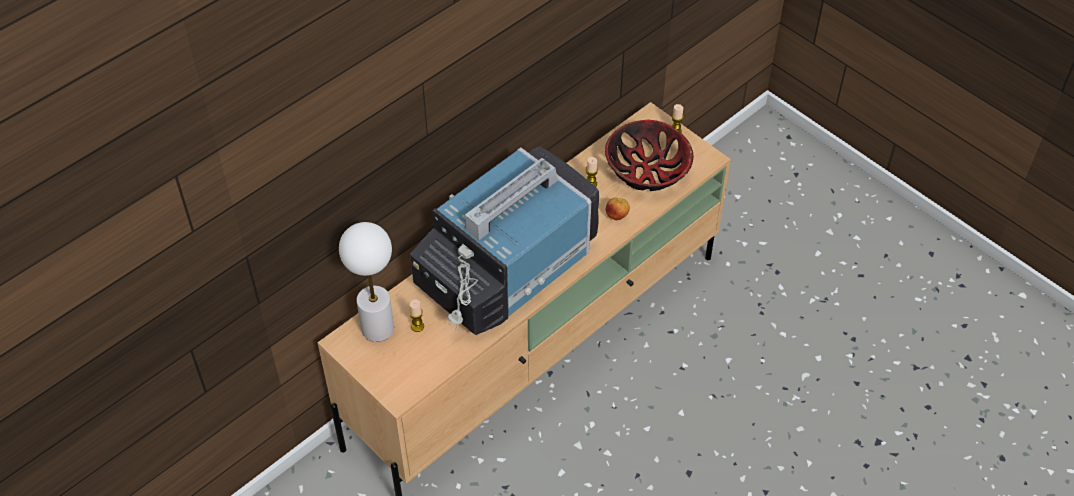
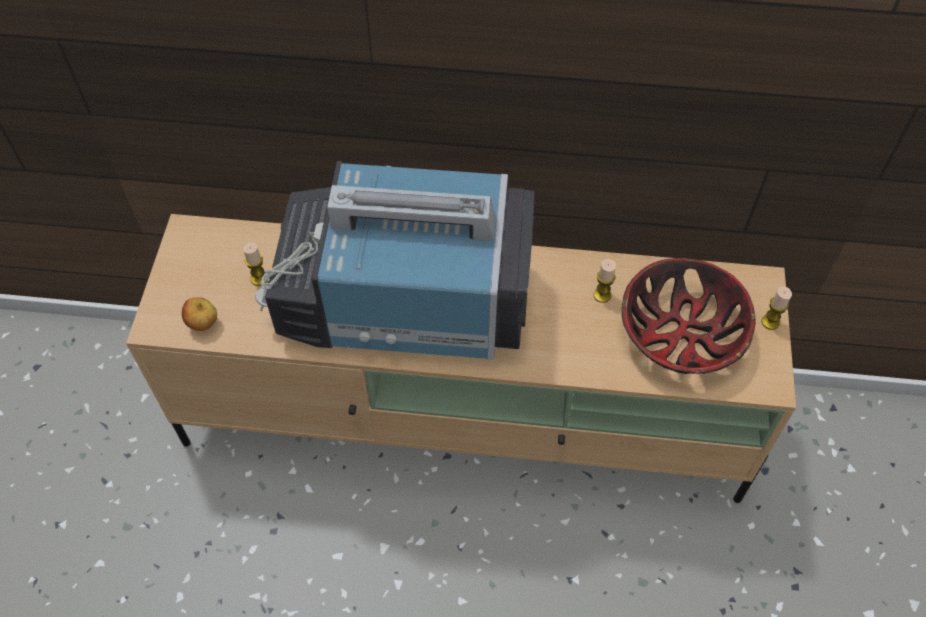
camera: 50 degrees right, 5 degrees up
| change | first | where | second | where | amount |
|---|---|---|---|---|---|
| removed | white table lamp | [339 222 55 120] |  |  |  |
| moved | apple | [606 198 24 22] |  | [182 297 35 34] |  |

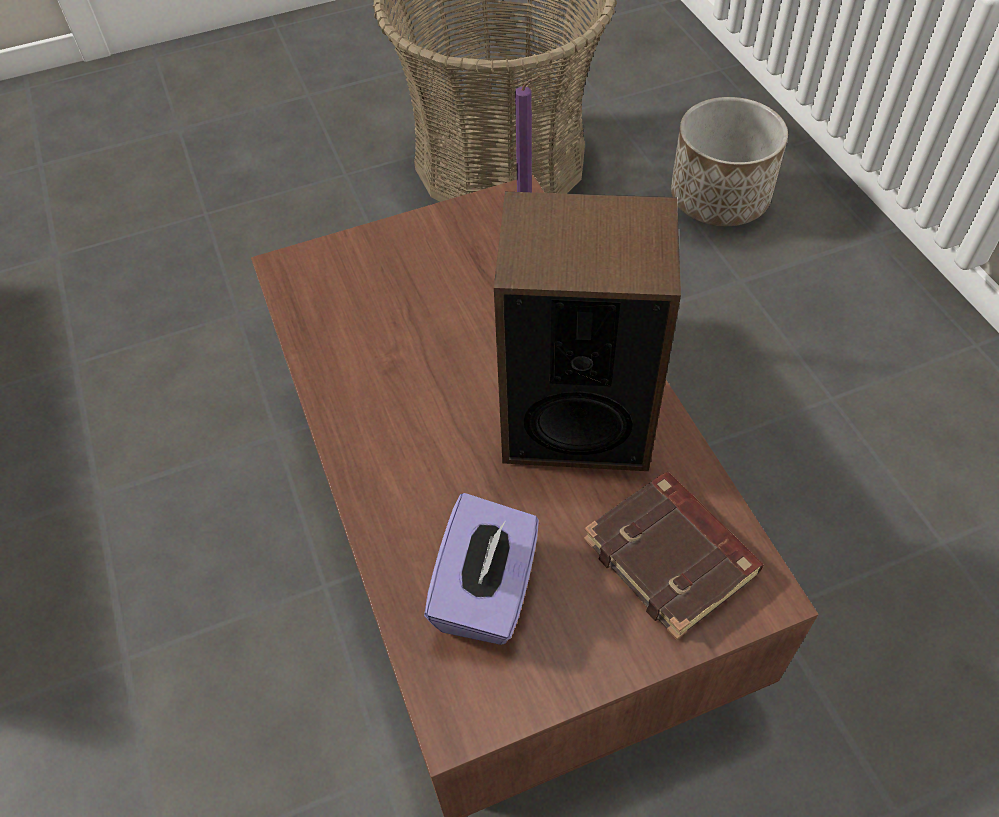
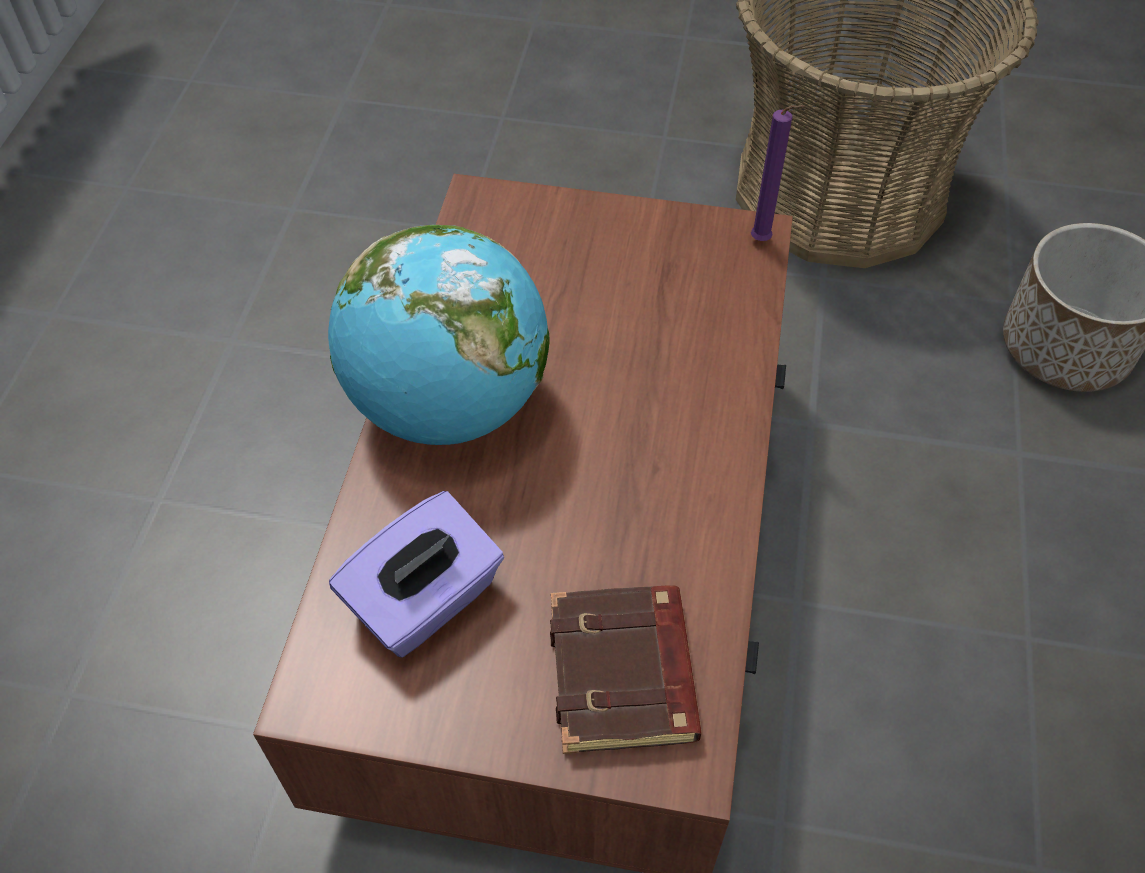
camera: 30 degrees right, 0 degrees up
| change | first | where | second | where | amount |
|---|---|---|---|---|---|
| removed | speaker | [494 192 187 279] |  |  |  |
| added |  |  | globe | [328 225 221 220] |  |

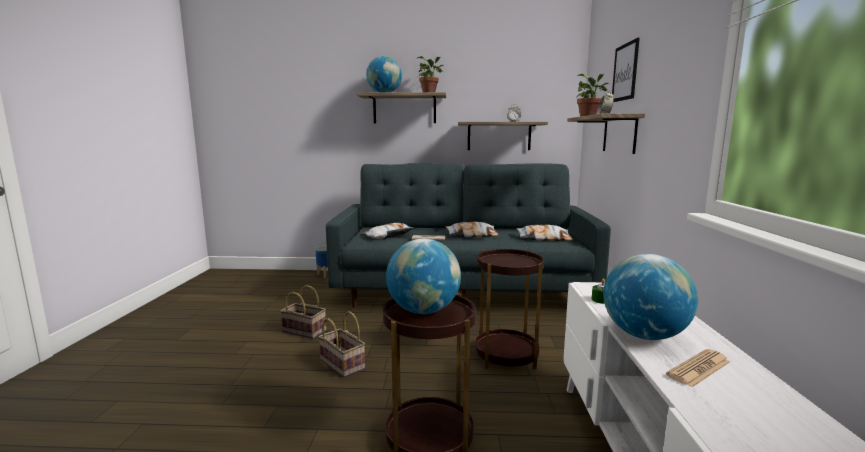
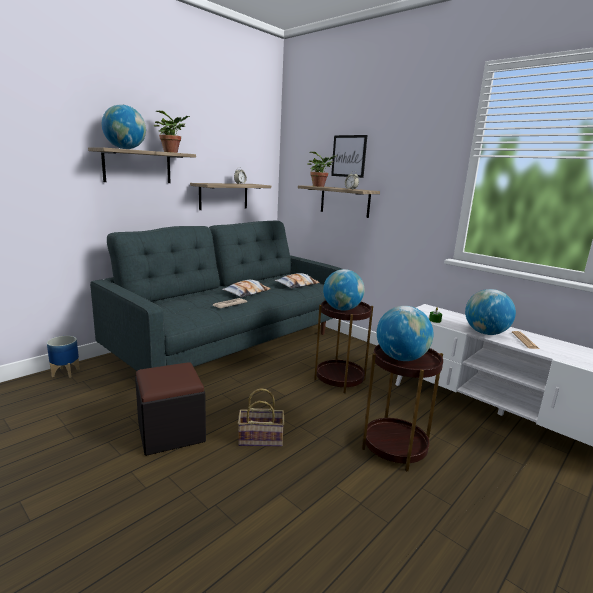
camera: 50 degrees left, 5 degrees up
| change | first | where | second | where | amount |
|---|---|---|---|---|---|
| removed | pillow | [360 223 56 16] |  |  |  |
| added |  |  | globe | [323 269 42 42] |  |
| replaced | basket | [280 285 46 54] | black ottoman | [135 362 71 94] |  |

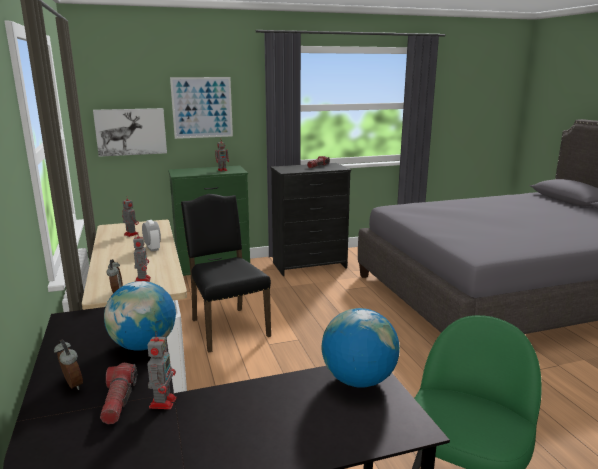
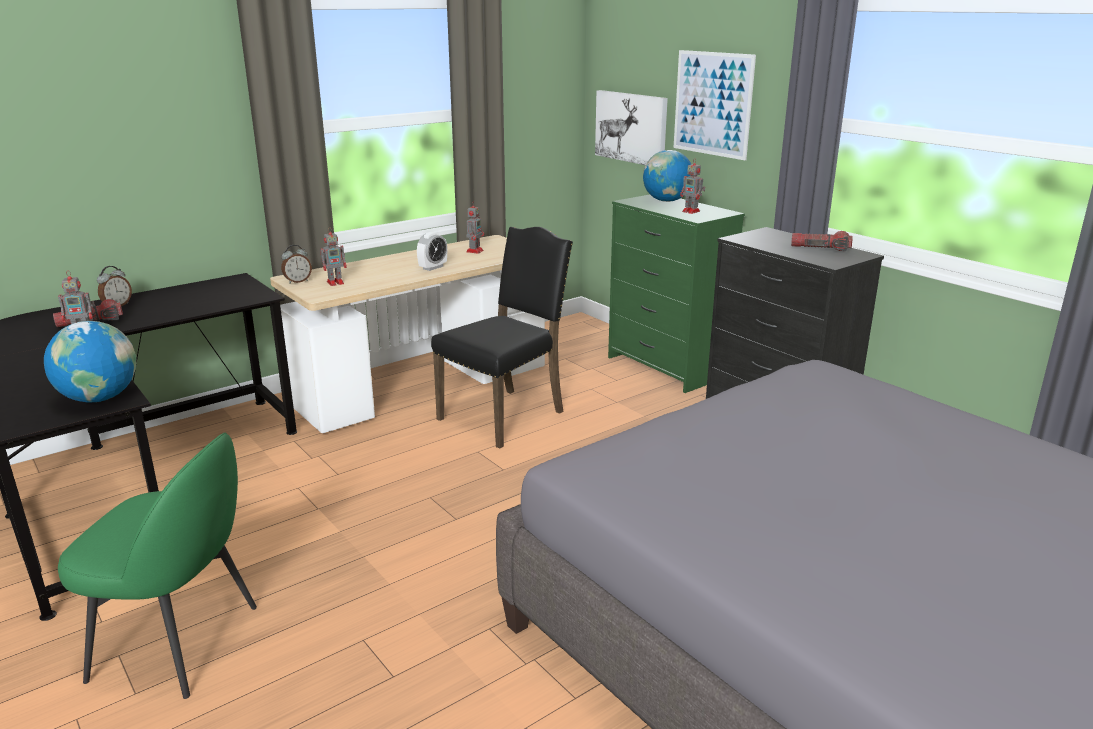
camera: 70 degrees right, 5 degrees up
| change | first | where | second | where | amount |
|---|---|---|---|---|---|
| moved | globe | [104 281 72 70] |  | [643 150 49 52] |  |

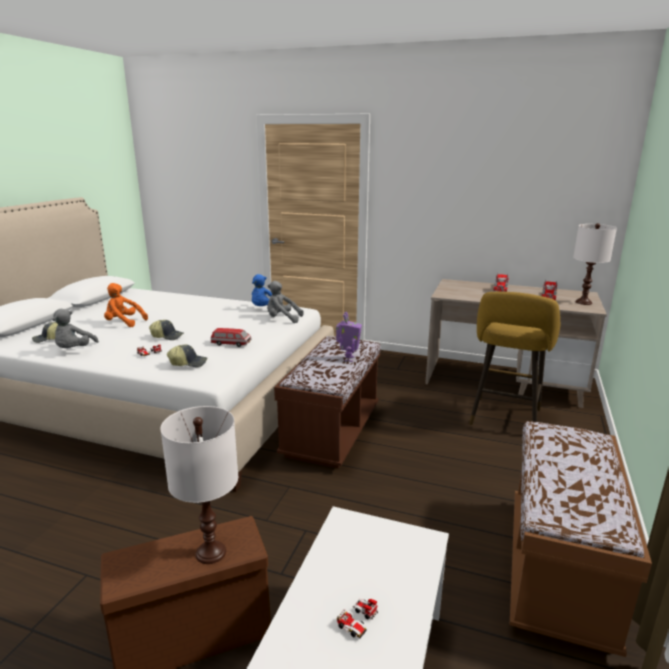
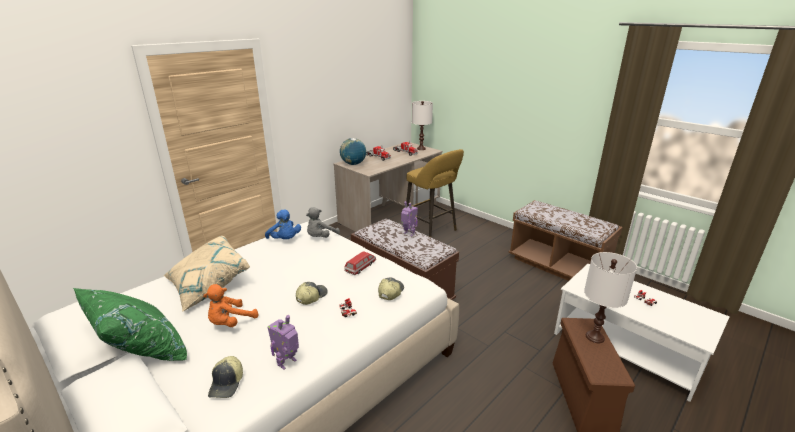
camera: 65 degrees left, 5 degrees up
| change | first | where | second | where | amount |
|---|---|---|---|---|---|
| added |  |  | green pillow | [73 288 114 73] |  |
| added |  |  | beige pillow | [164 236 86 76] |  |
| added |  |  | globe | [340 138 26 27] |  |
| replaced | grey plush toy | [53 309 46 39] | toy robot | [268 315 31 54] |  |

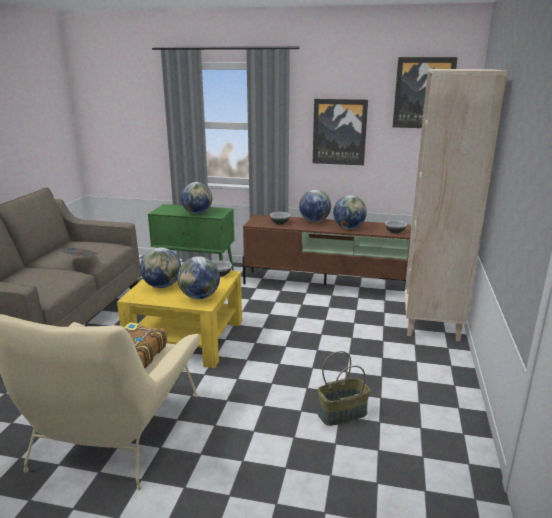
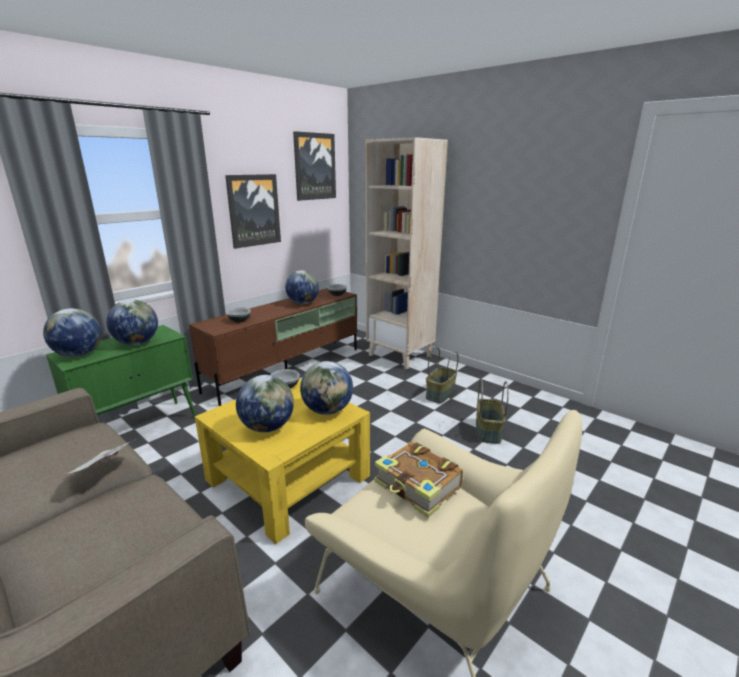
camera: 60 degrees left, 0 degrees up
| change | first | where | second | where | amount |
|---|---|---|---|---|---|
| added |  |  | basket | [426 347 32 57] |  |
| moved | globe | [299 190 32 32] |  | [43 308 59 49] |  |

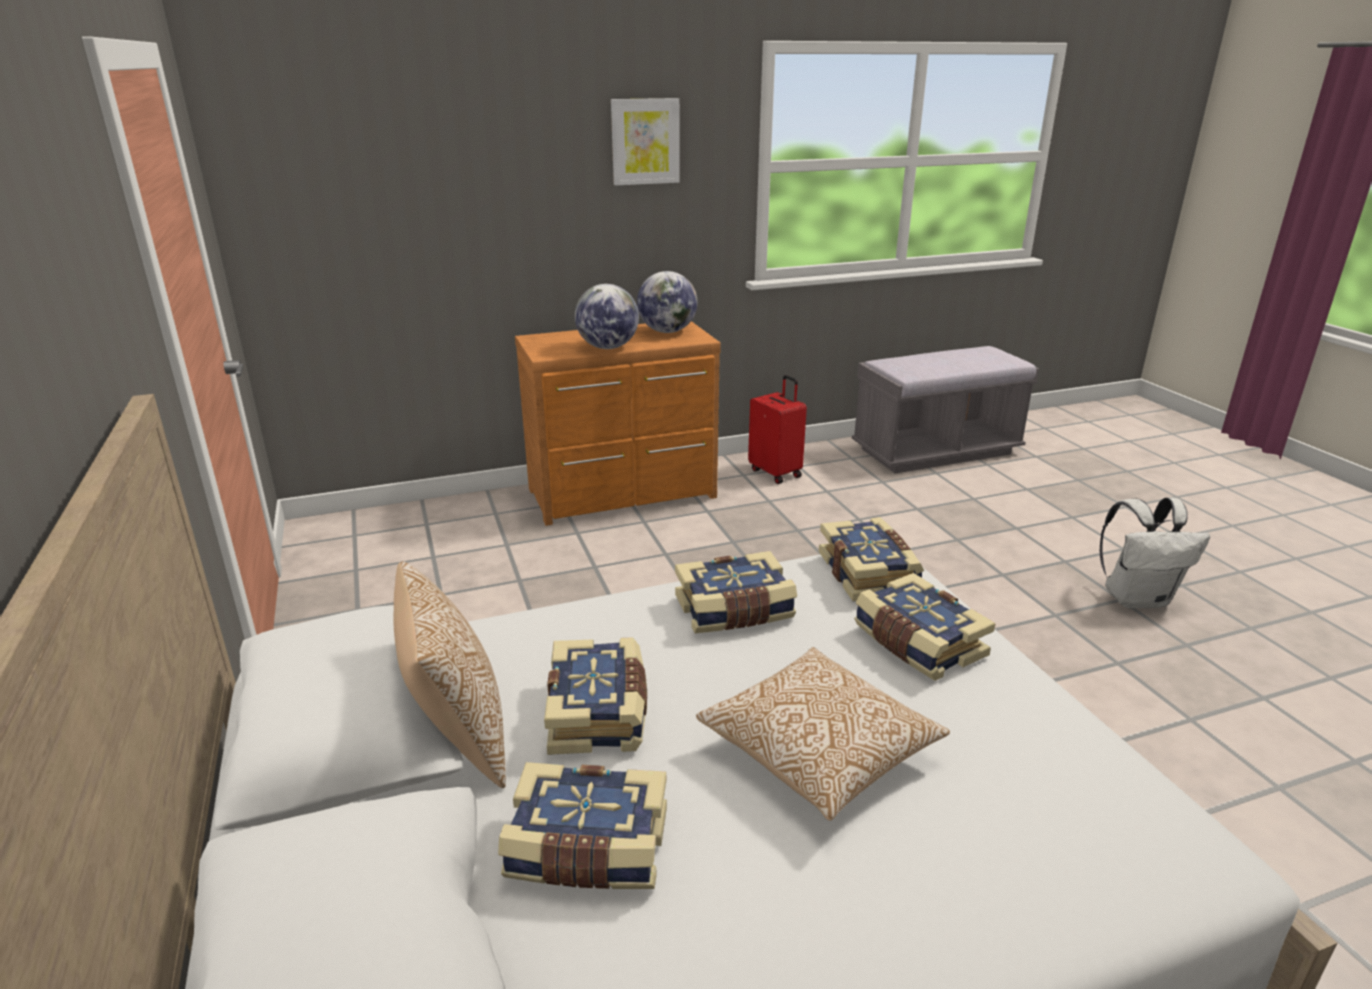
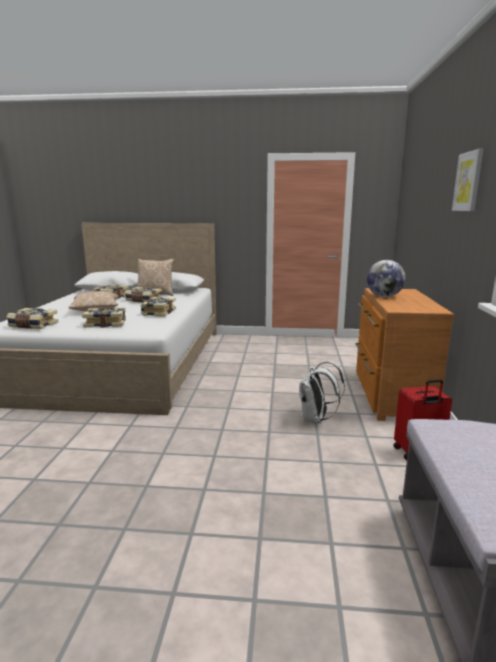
camera: 115 degrees right, 10 degrees down
| change | first | where | second | where | amount |
|---|---|---|---|---|---|
| removed | globe | [637 271 61 62] |  |  |  |
| moved | book | [819 517 105 84] |  | [6 308 52 21] |  |
| moved | white backpack | [1100 498 110 111] |  | [299 361 46 62] |  |

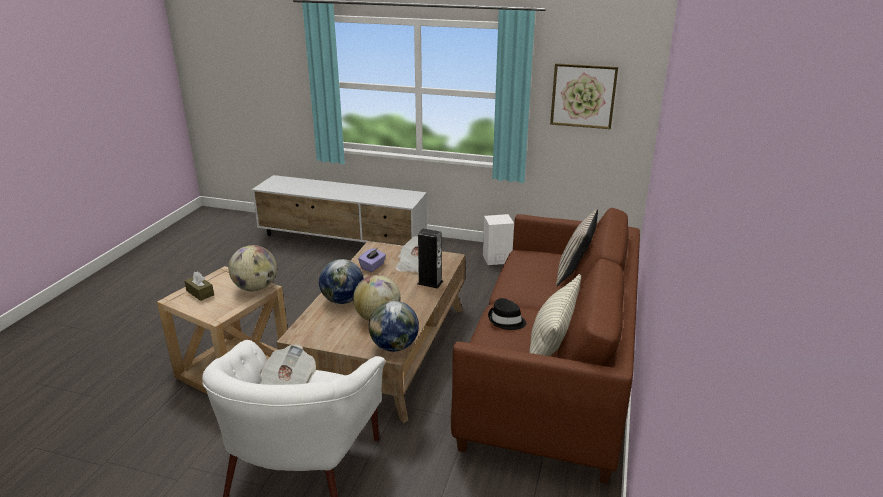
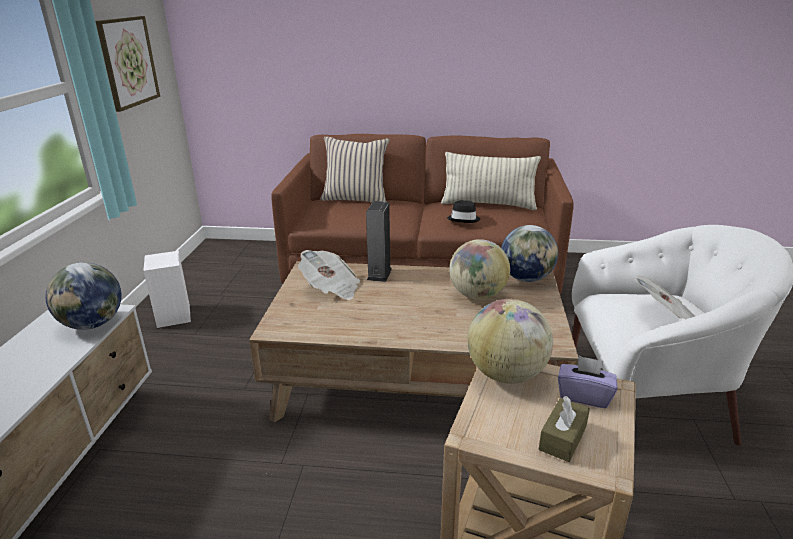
camera: 100 degrees left, 0 degrees up
| change | first | where | second | where | amount |
|---|---|---|---|---|---|
| moved | globe | [319 259 45 45] |  | [46 262 76 68] |  |
| moved | purple tissue box | [358 248 28 24] |  | [558 356 59 52] |  |

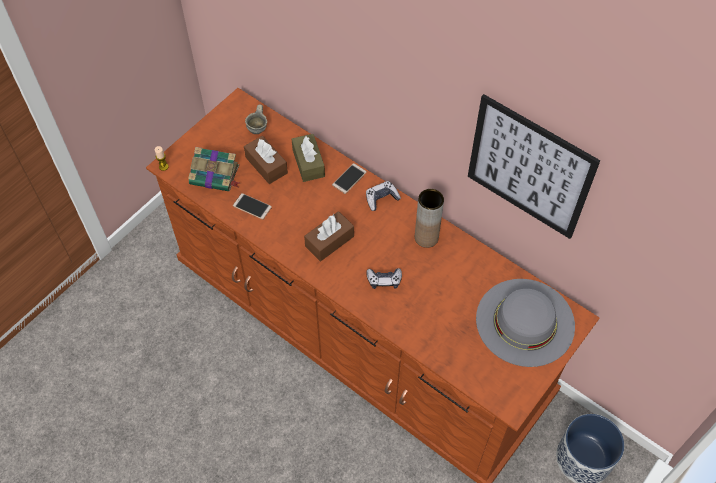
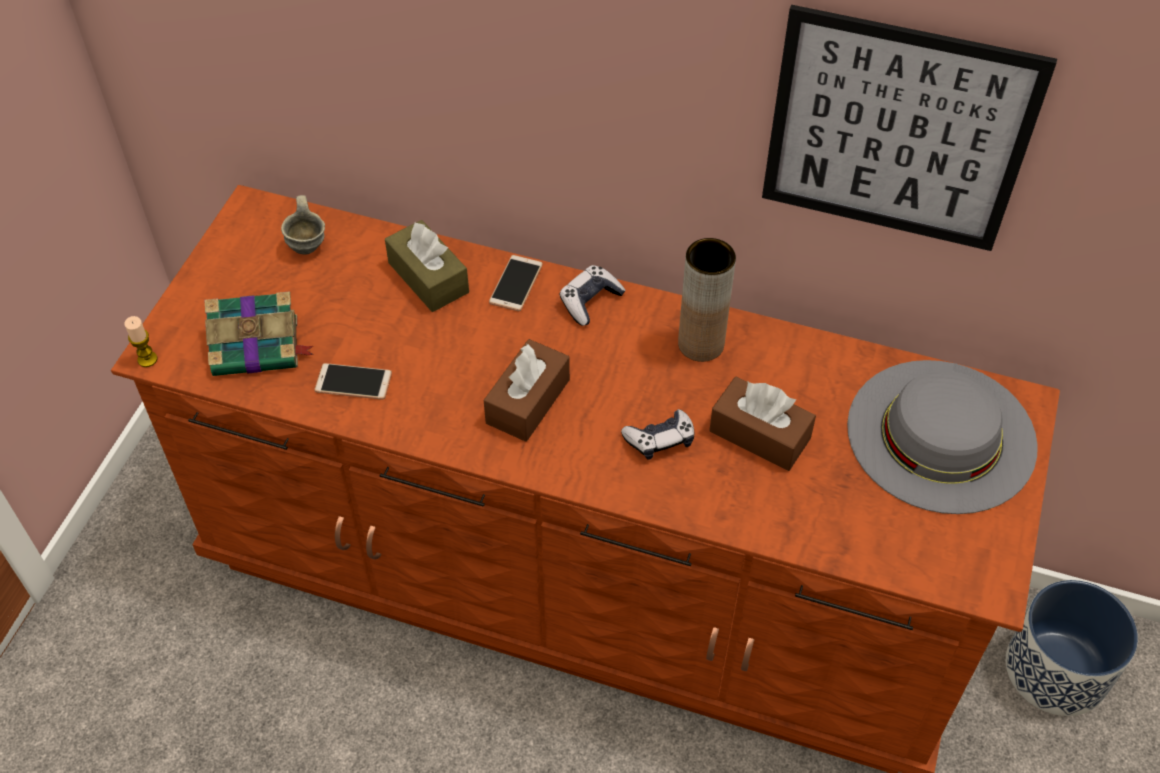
camera: 20 degrees left, 5 degrees down
| change | first | where | second | where | amount |
|---|---|---|---|---|---|
| moved | brown tissue box | [244 136 44 48] |  | [709 377 107 94] |  |

